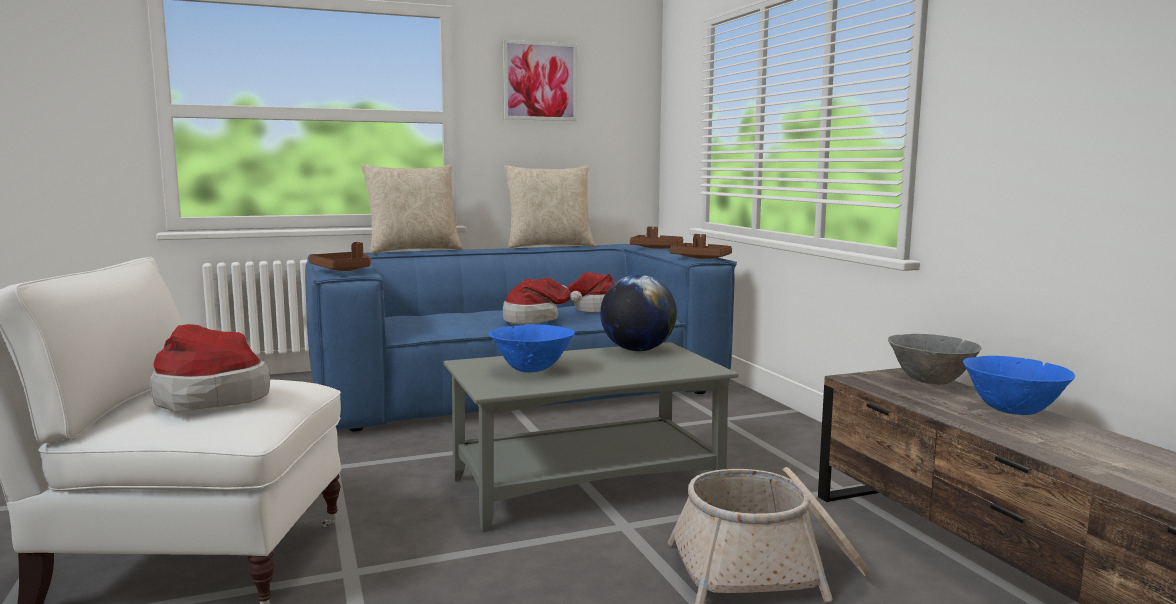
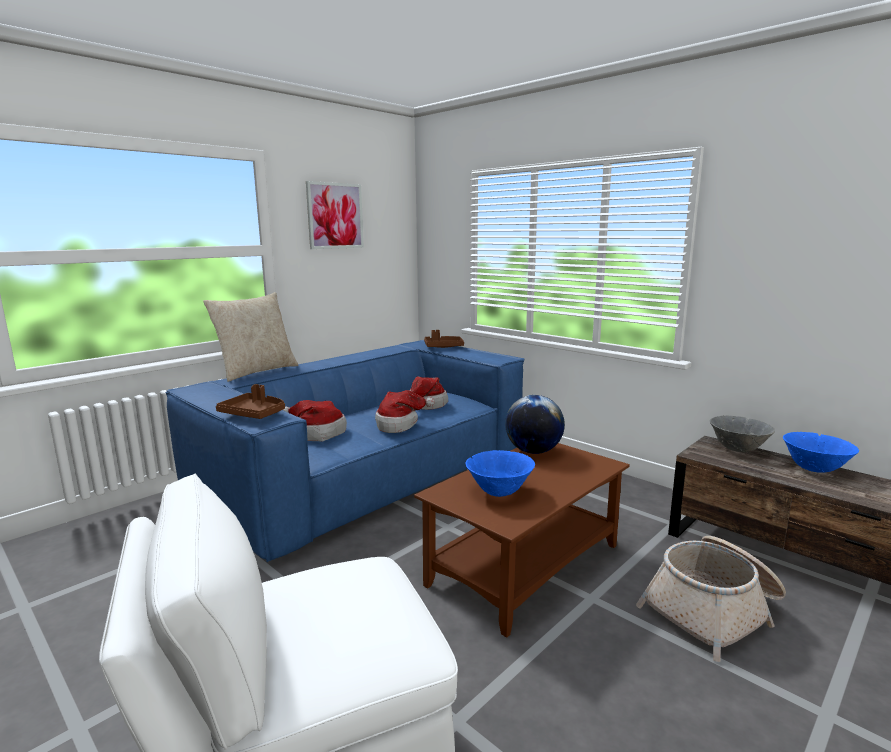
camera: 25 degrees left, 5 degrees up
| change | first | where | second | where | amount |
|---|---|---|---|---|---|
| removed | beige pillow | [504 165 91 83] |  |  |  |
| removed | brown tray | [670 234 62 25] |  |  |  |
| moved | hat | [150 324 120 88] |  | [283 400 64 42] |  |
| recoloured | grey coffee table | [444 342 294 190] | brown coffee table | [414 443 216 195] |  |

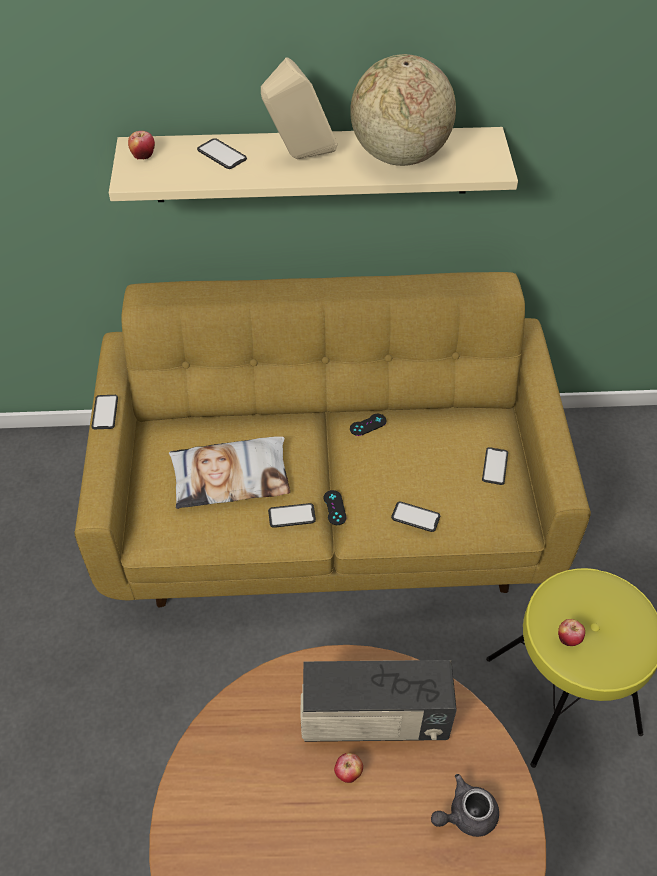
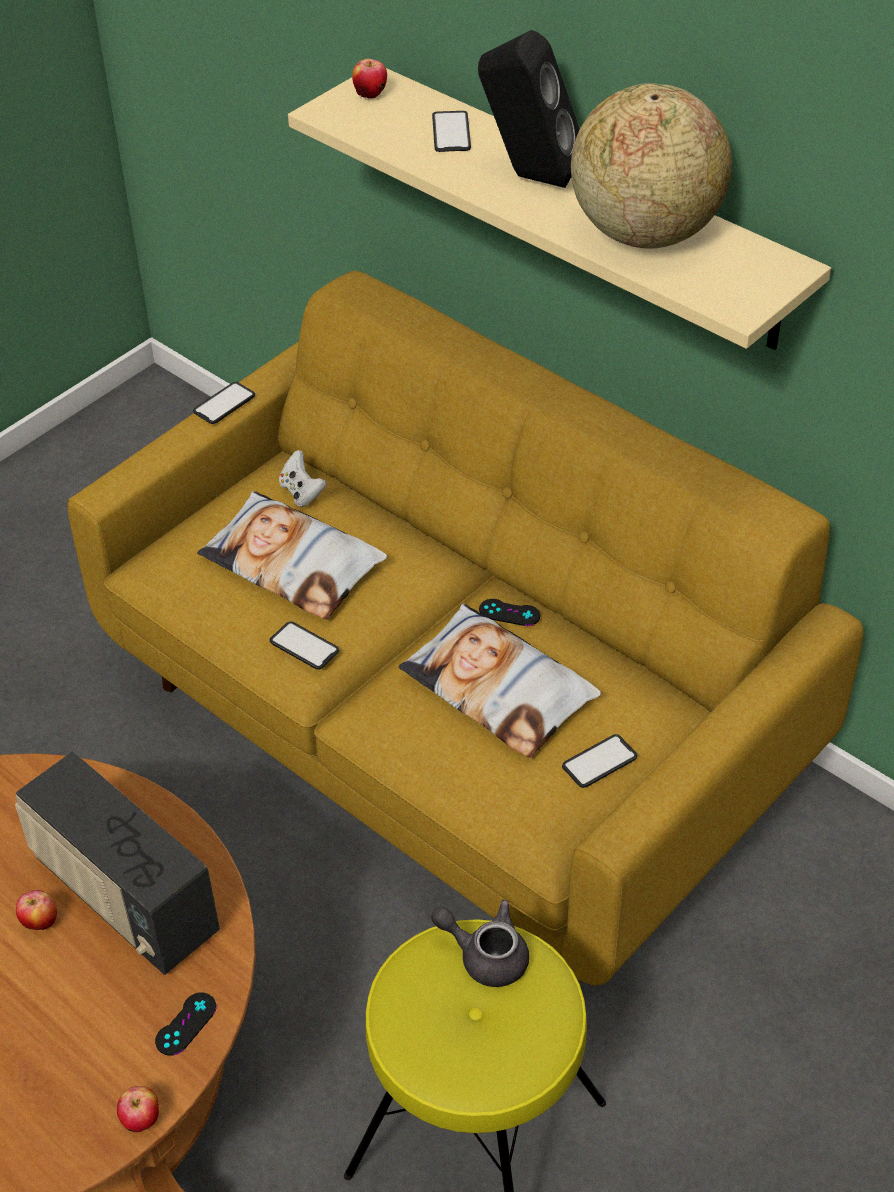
camera: 45 degrees right, 5 degrees down
| change | first | where | second | where | amount |
|---|---|---|---|---|---|
| removed | phone | [391 502 49 30] |  |  |  |
| added |  |  | white game controller | [279 450 48 57] |  |
| added |  |  | pillow | [398 604 203 154] |  |
| moved | black game controller | [324 490 22 35] |  | [155 992 62 64] |  |
| moved | grey teapot | [431 774 68 63] |  | [432 900 97 87] |  |
| moved | apple | [558 619 27 27] |  | [117 1086 42 46] |  |
| recoloured | beige speaker | [261 57 76 102] | black speaker | [478 30 102 158] |  |

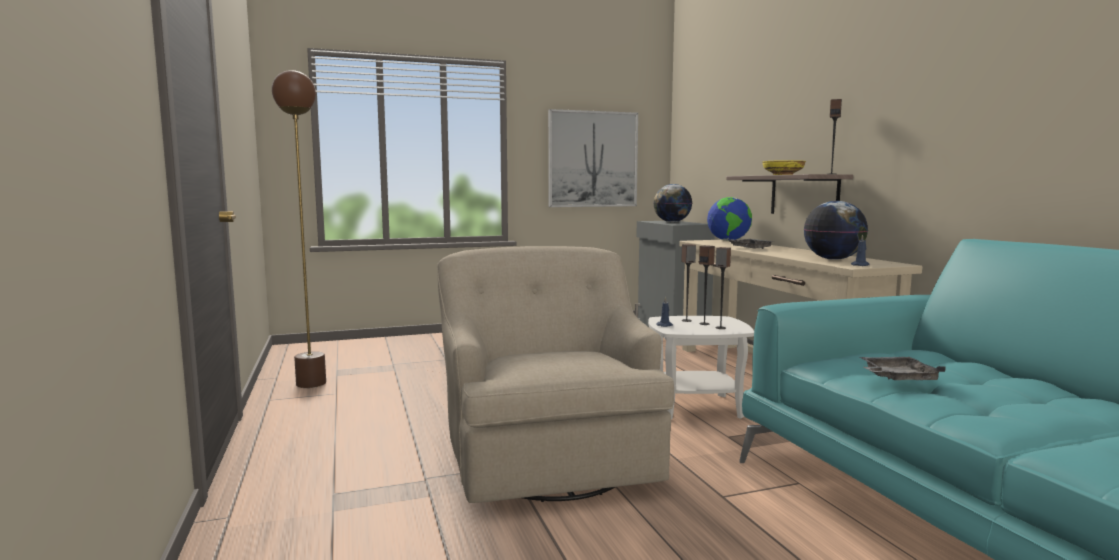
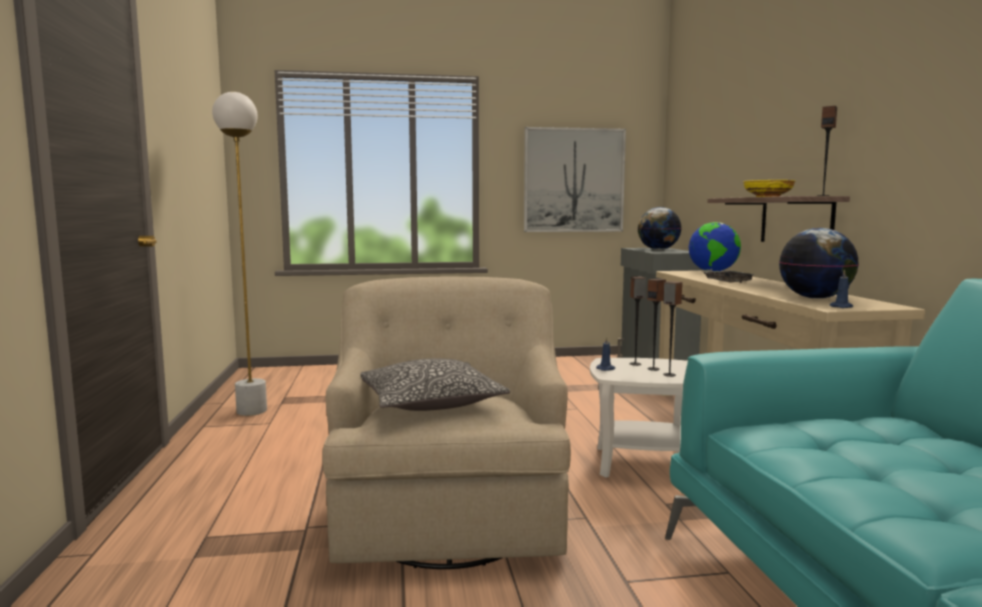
camera: 10 degrees right, 0 degrees up
| change | first | where | second | where | amount |
|---|---|---|---|---|---|
| removed | grey tray | [860 357 86 23] |  |  |  |
| added |  |  | pillow | [360 358 150 53] |  |
| recoloured | brown floor lamp | [272 70 54 318] | white floor lamp | [212 92 55 324] |  |

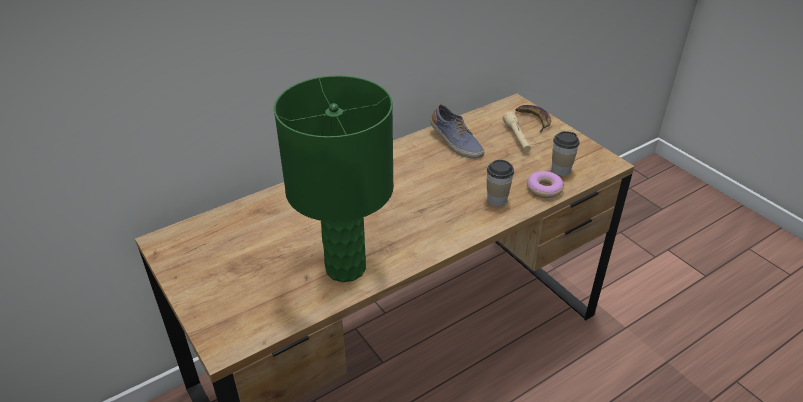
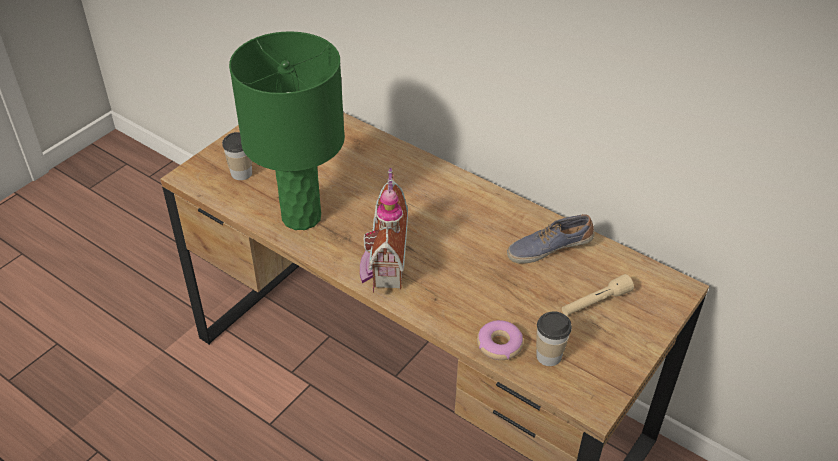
camera: 70 degrees right, 5 degrees up
| change | first | where | second | where | amount |
|---|---|---|---|---|---|
| removed | banana | [515 105 36 27] |  |  |  |
| added |  |  | toy house | [360 168 48 126] |  |
| moved | cup | [487 160 27 46] |  | [222 132 30 48] |  |
| turned | shoe | [430 104 55 55] |  | [507 214 88 50] | 45 degrees clockwise |

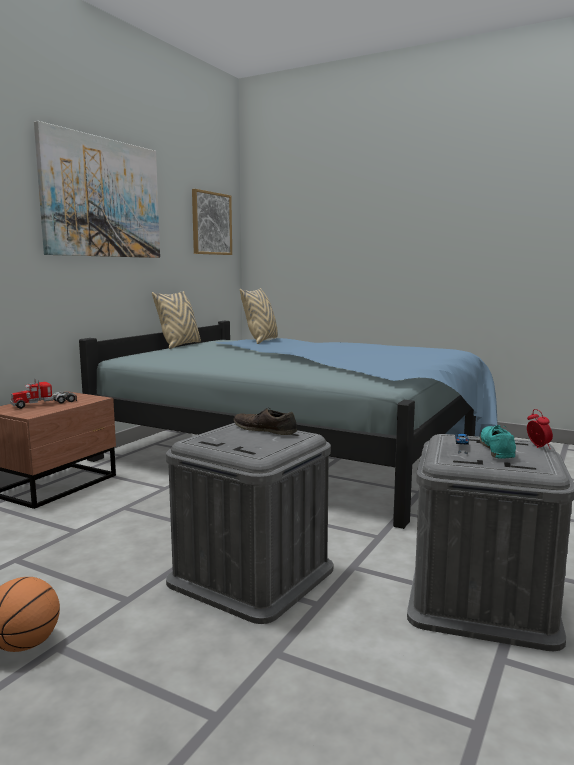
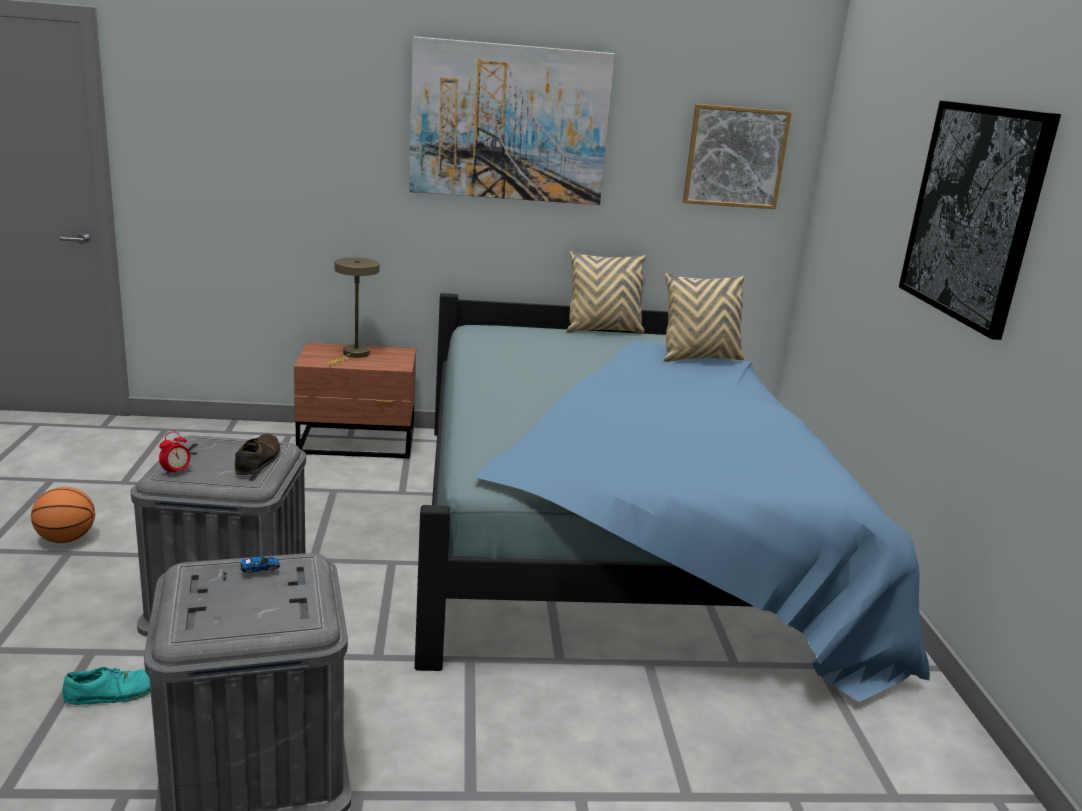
camera: 55 degrees right, 10 degrees up
| change | first | where | second | where | amount |
|---|---|---|---|---|---|
| added |  |  | picture | [899 100 162 240] |  |
| moved | turquoise shoe | [480 425 36 34] |  | [62 667 89 38] |  |
| moved | alarm clock | [527 409 26 40] |  | [159 431 31 46] |  |
| replaced | toy truck | [10 378 67 31] | beige table lamp | [328 257 52 108] |  |

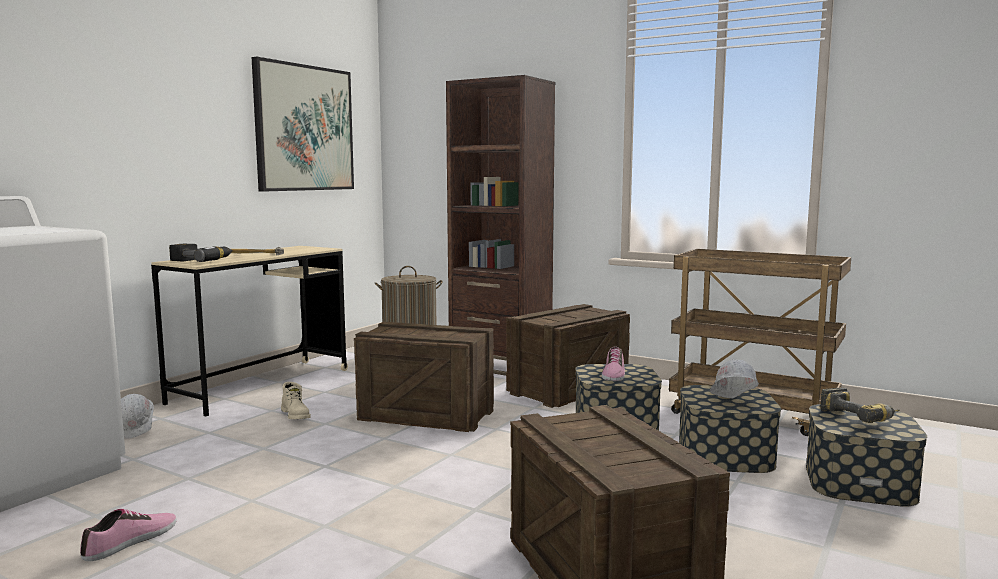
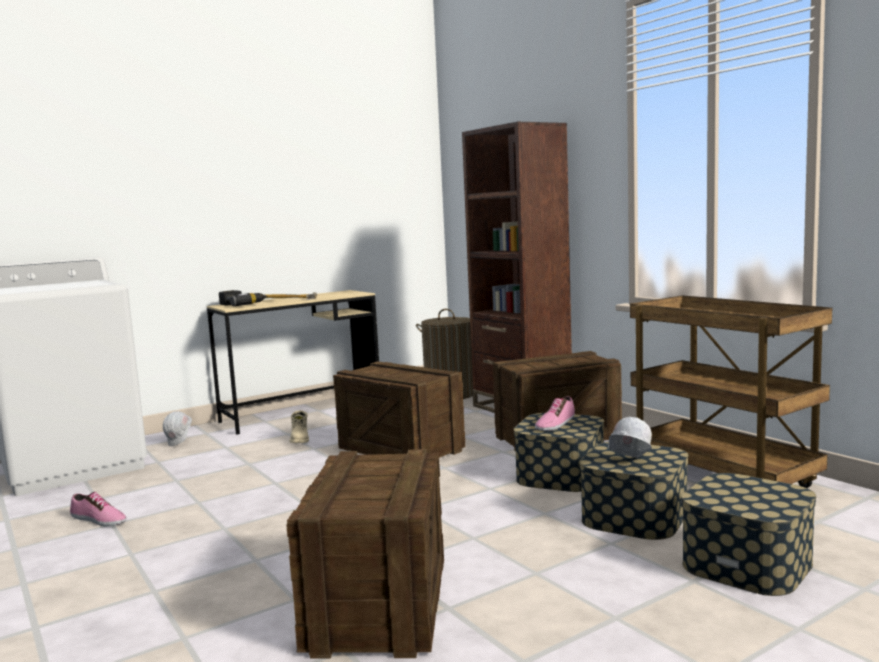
camera: 25 degrees right, 0 degrees up
| change | first | where | second | where | amount |
|---|---|---|---|---|---|
| removed | picture | [252 57 102 135] |  |  |  |
| removed | power drill | [820 388 80 35] |  |  |  |
| turned | shoe | [80 509 97 52] |  | [70 492 56 34] | 60 degrees clockwise |

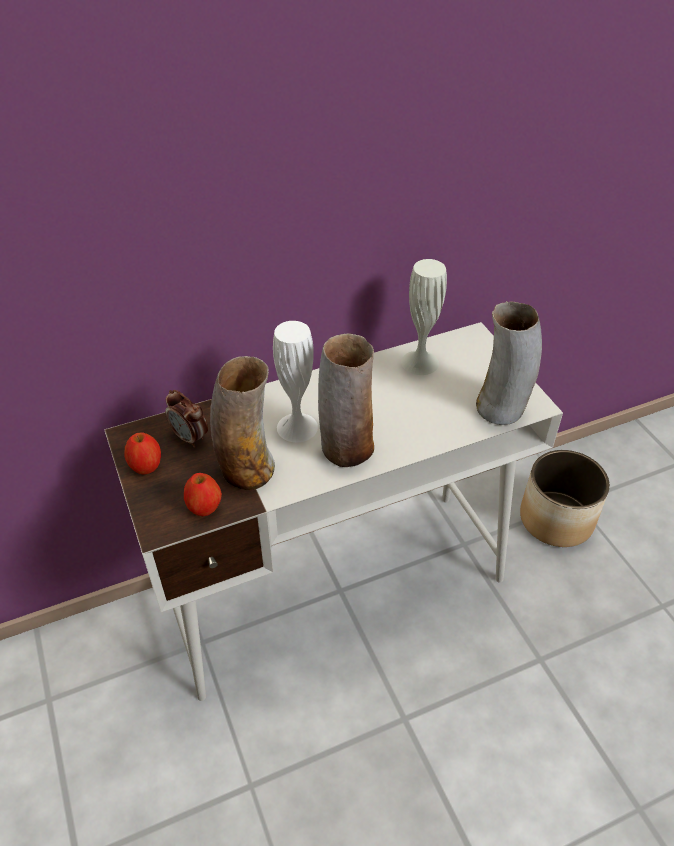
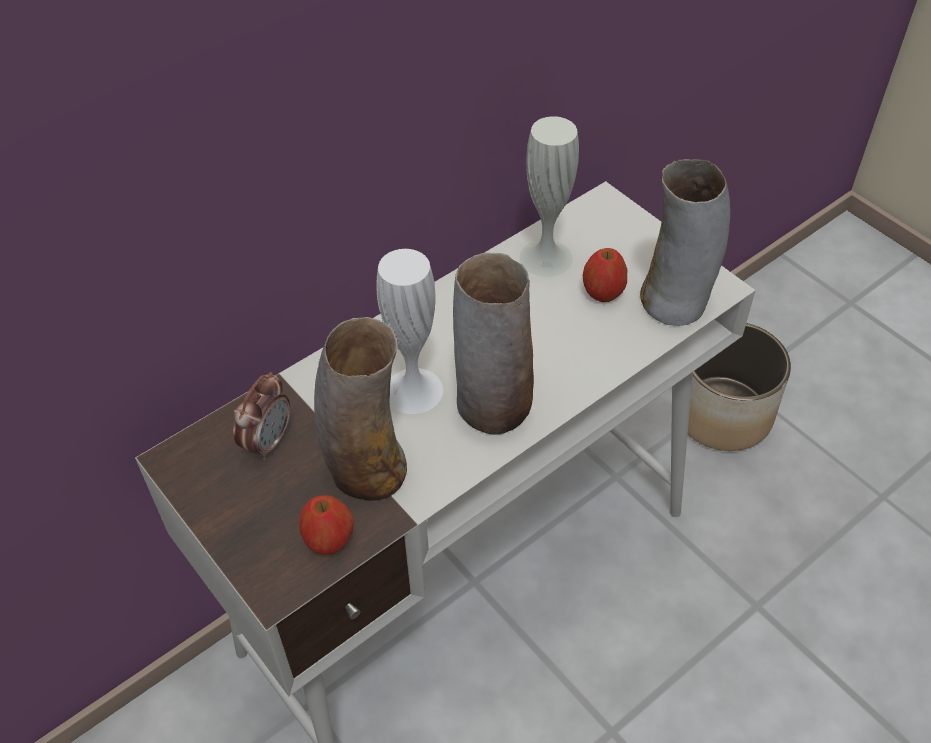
camera: 15 degrees left, 5 degrees up
| change | first | where | second | where | amount |
|---|---|---|---|---|---|
| moved | apple | [124 432 37 43] |  | [583 248 44 54] |  |
| turned | alarm clock | [165 390 43 58] |  | [233 372 57 88] | 90 degrees counterclockwise |

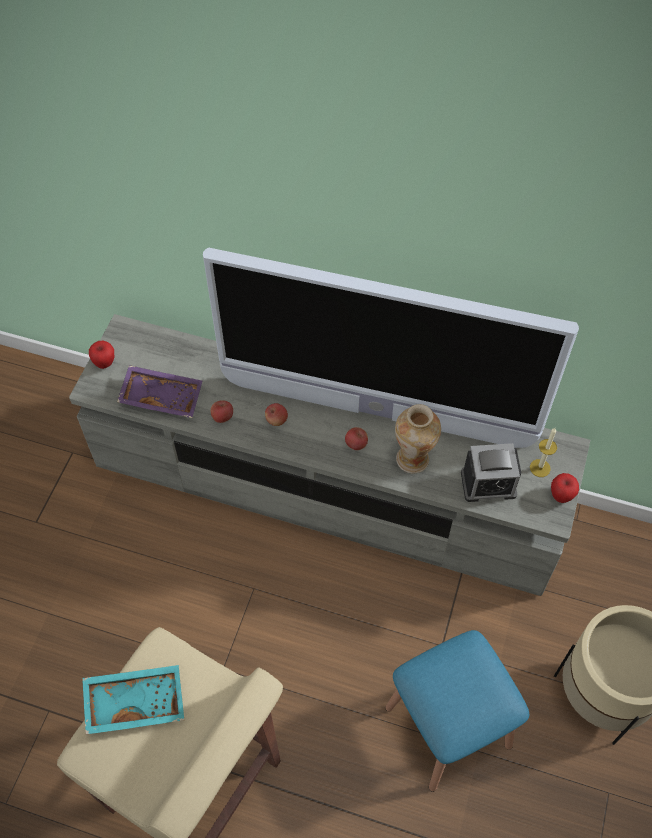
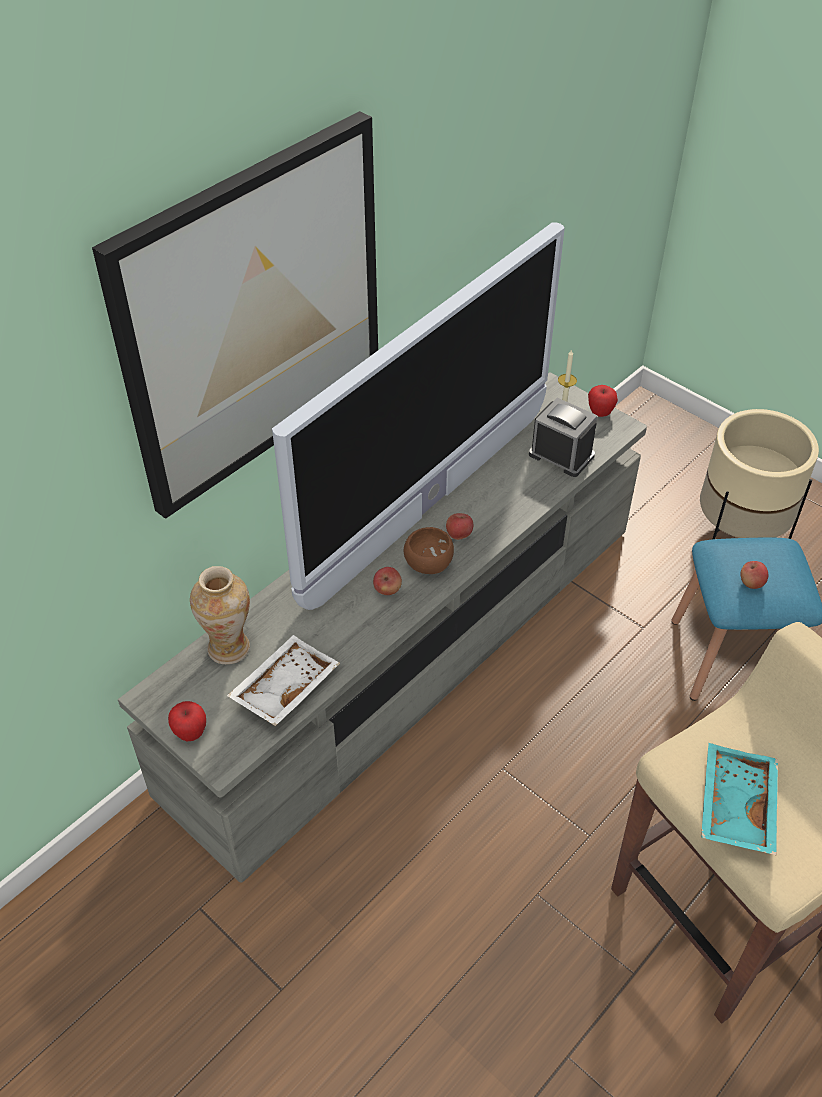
camera: 65 degrees left, 10 degrees down
| change | first | where | second | where | amount |
|---|---|---|---|---|---|
| added |  |  | picture | [92 111 286 408] |  |
| added |  |  | brown bowl | [404 527 50 47] |  |
| moved | apple | [211 400 22 23] |  | [740 561 28 28] |  |
| moved | vase | [395 404 46 69] |  | [190 566 60 98] |  |
| recoloured | purple tray | [117 365 85 53] | white tray | [227 635 113 91] |  |
| turned | alarm clock | [461 443 60 59] |  | [529 398 68 79] | 75 degrees counterclockwise |

